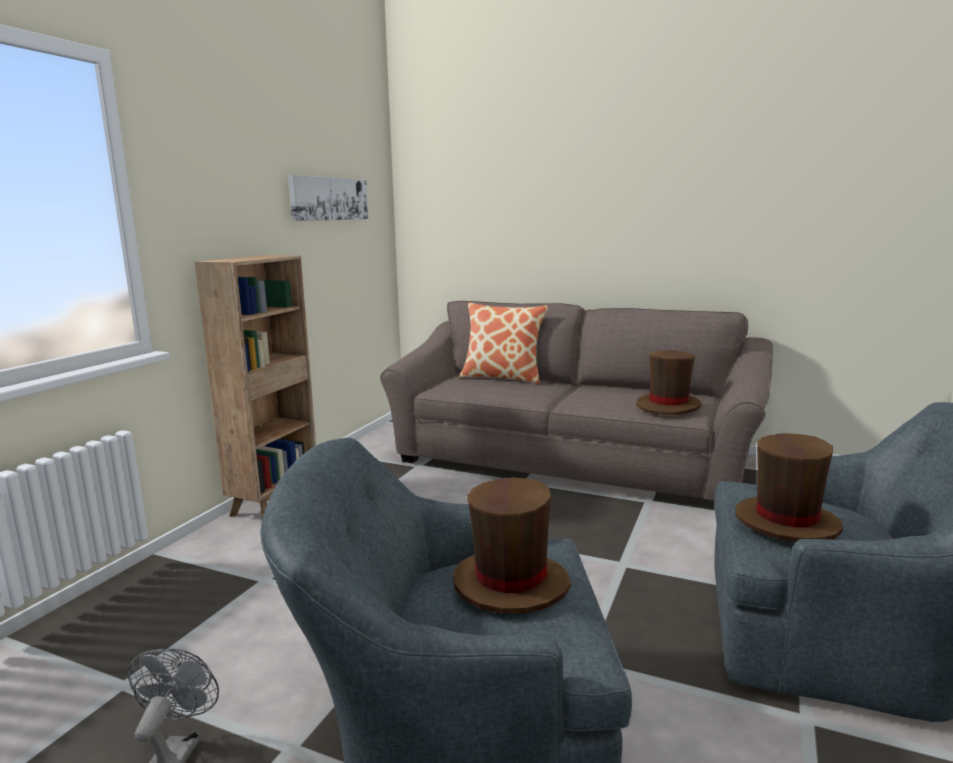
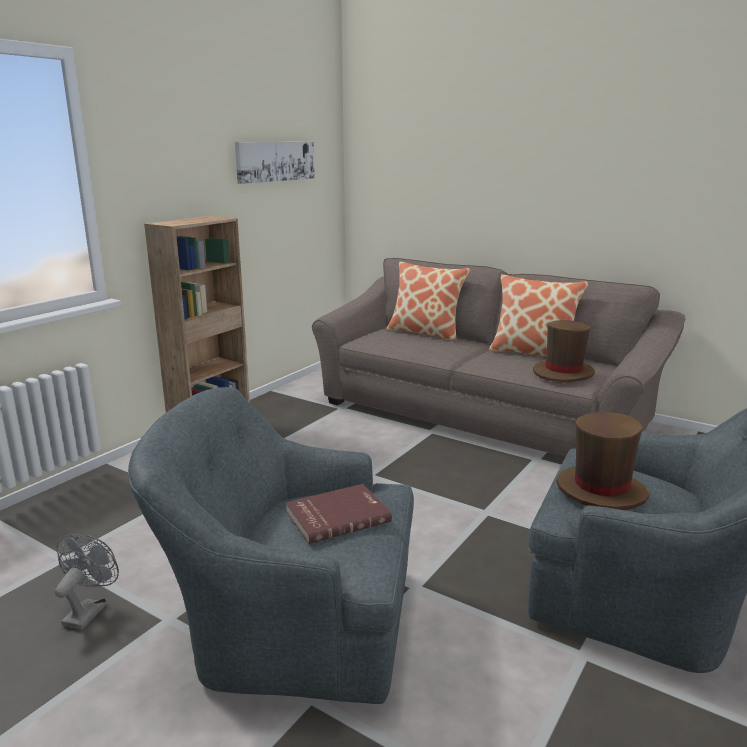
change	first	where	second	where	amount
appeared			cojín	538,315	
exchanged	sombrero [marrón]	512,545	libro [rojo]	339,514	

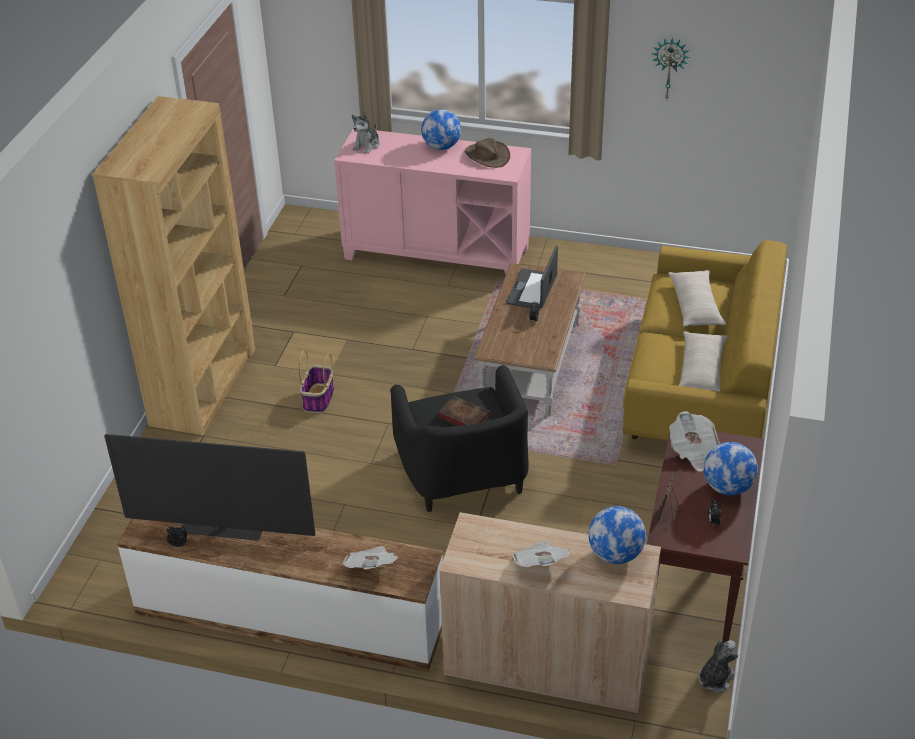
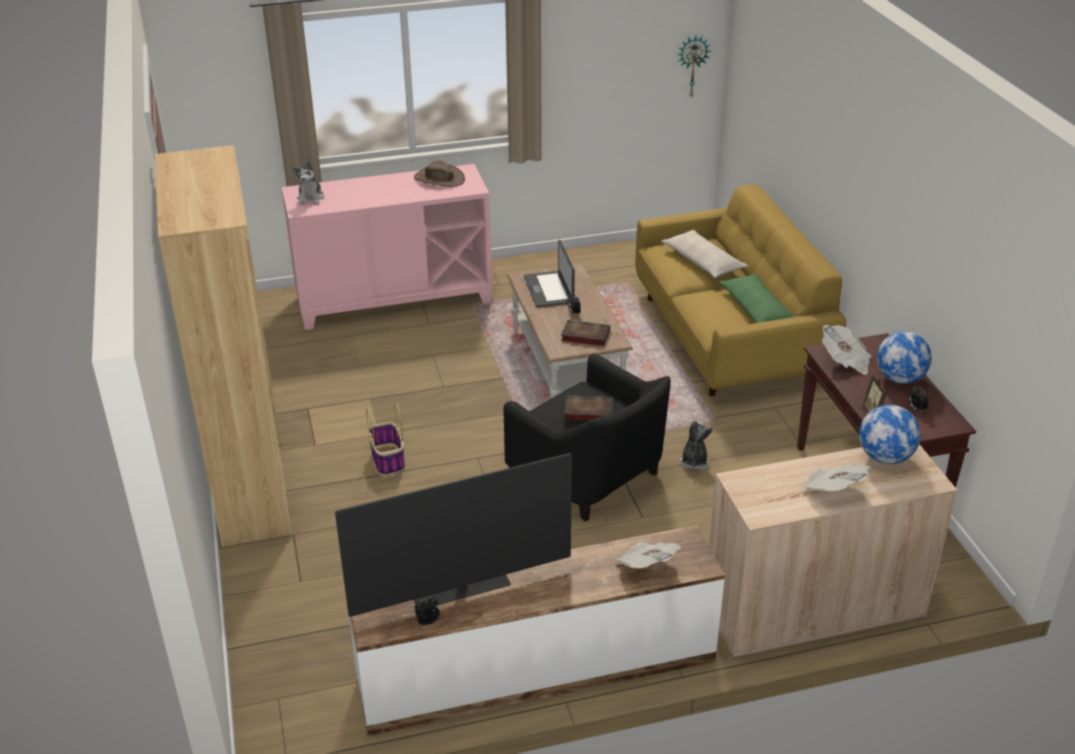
change	first	where	second	where	amount
missing	globo terráqueo	441,129			
appeared			libro	585,333	
relocated	reloj de pared	671,68		694,66	
relocated	peluche	718,666		696,445	
colour	cojín [beis]	703,361	cojín [verde]	757,298	

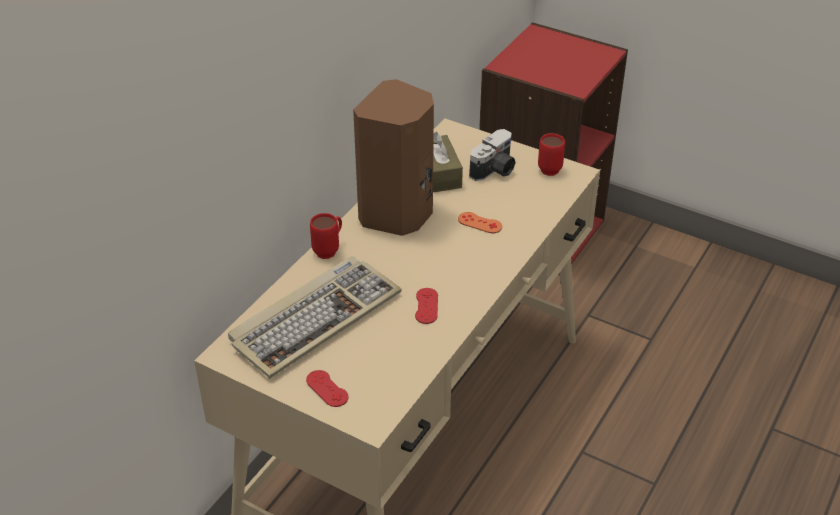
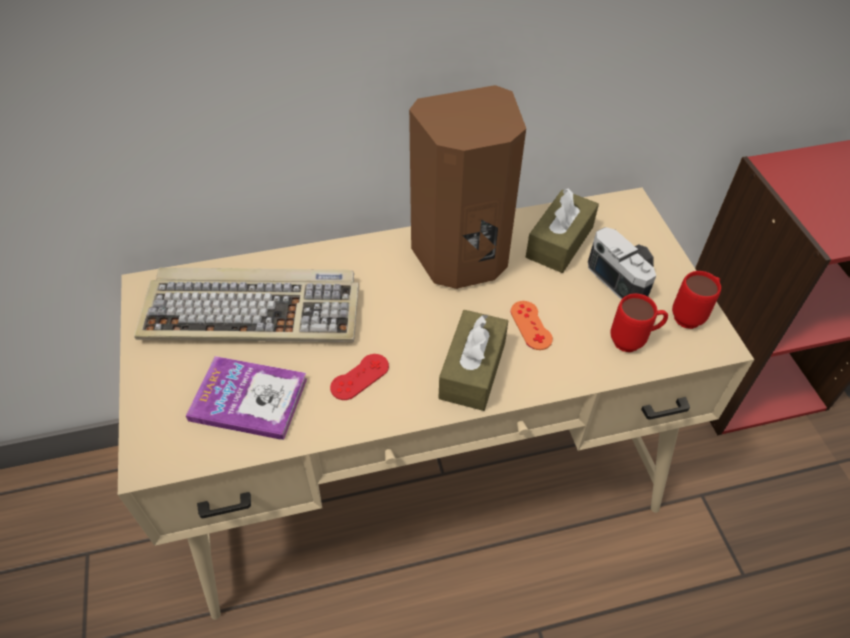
change	first	where	second	where	amount
missing	mando de consola [rojo]	327,388			
appeared			libro	246,398	
appeared			caja de pañuelos [marrón]	473,360	
relocated	taza grande [rojo]	326,236		639,322	
spun	cámara	492,155		622,263	120 degrees counterclockwise

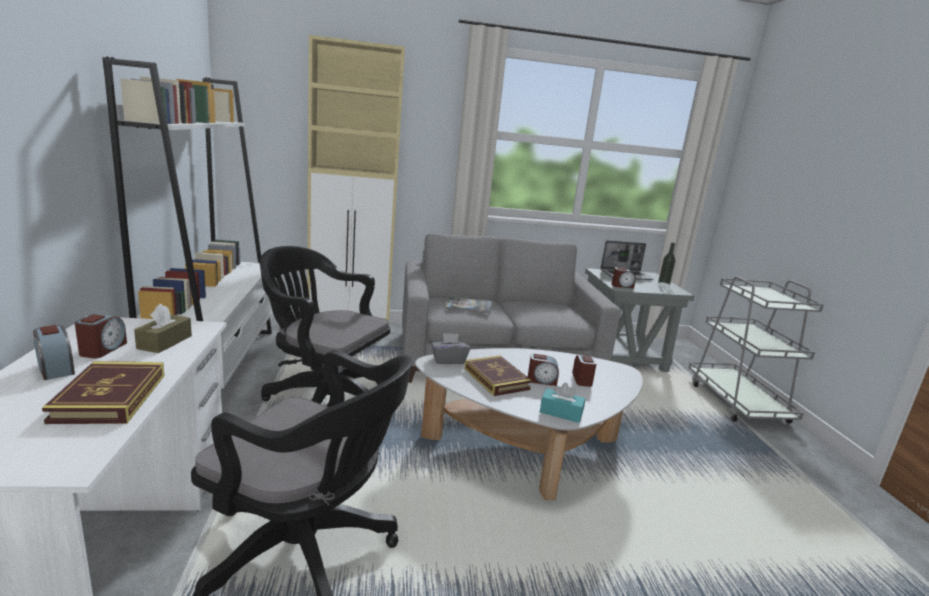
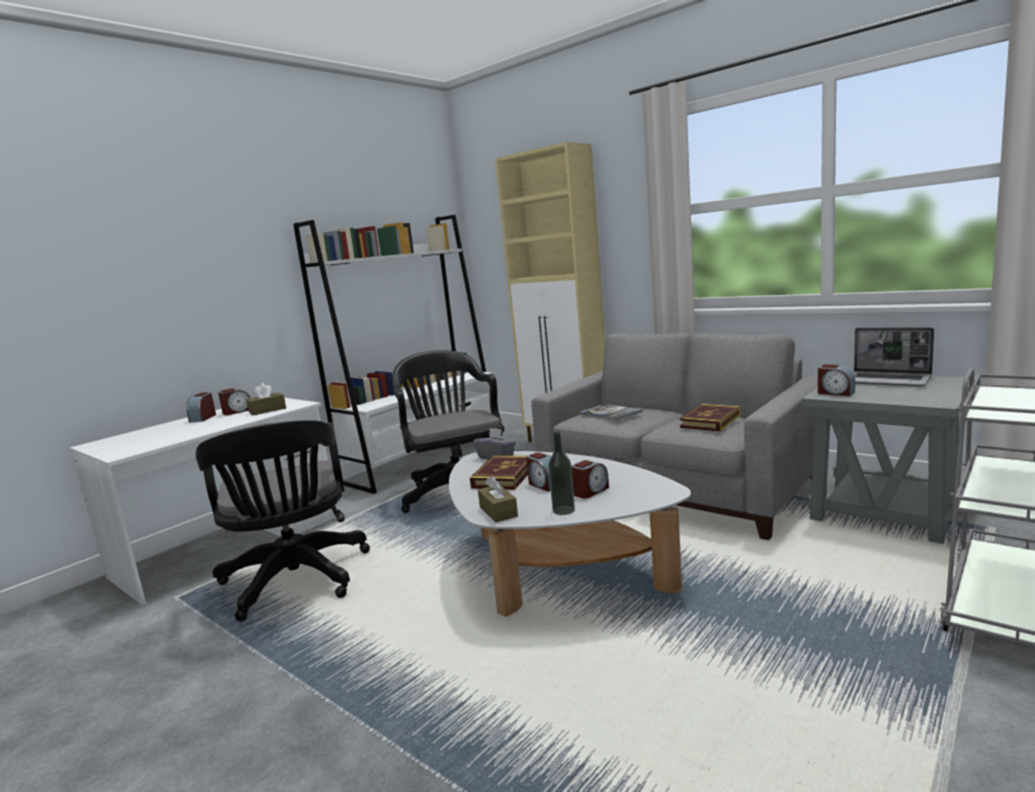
change	first	where	second	where	amount
relocated	libro	103,392		710,418	
relocated	botella	667,264		561,473	
colour	caja de pañuelos [turquesa]	562,403	caja de pañuelos [marrón]	498,499	

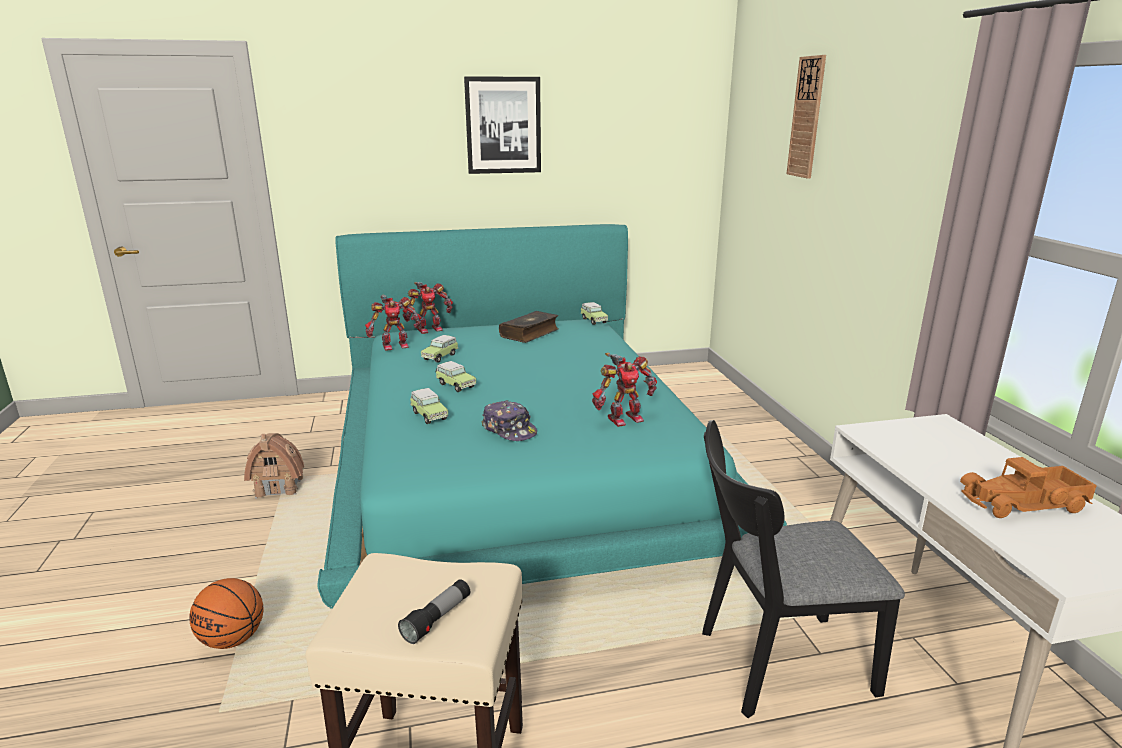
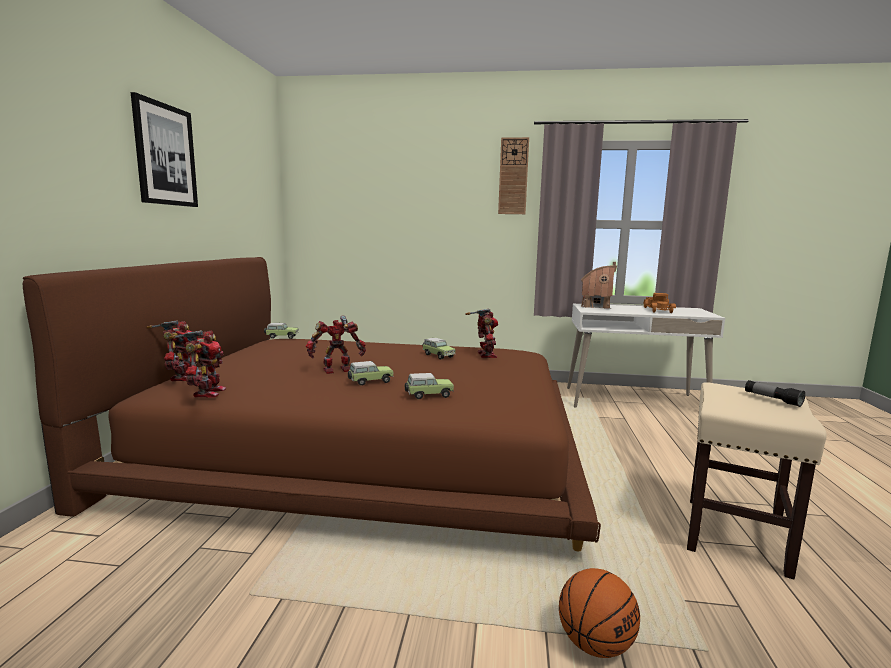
change	first	where	second	where	amount
missing	gorra	509,420			
missing	libro	528,327			
missing	silla [negro]	803,569			
appeared			robot de juguete	336,344	
relocated	casita	274,466		599,285	
relocated	coche de juguete	439,349		439,348	
relocated	reloj de pared	806,117		513,175	
colour	cama [turquesa]	552,416	cama [marrón]	312,404	

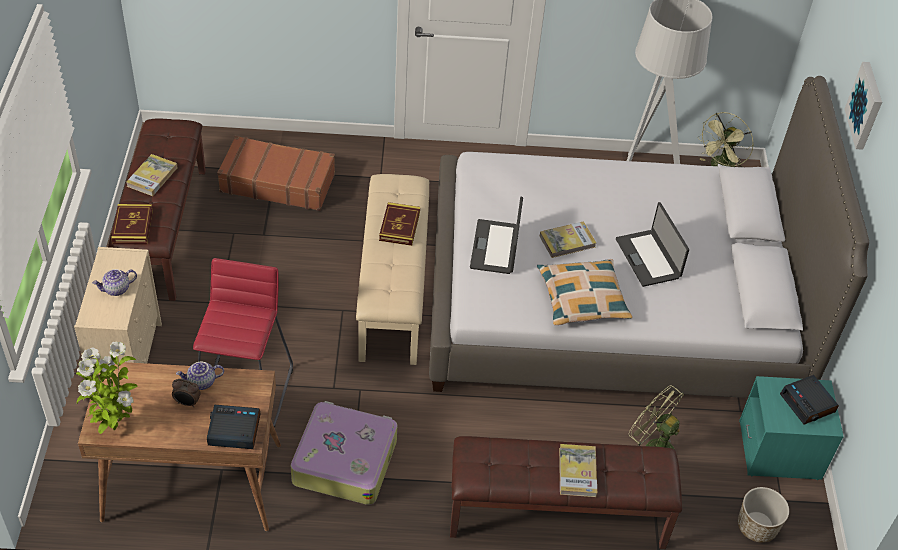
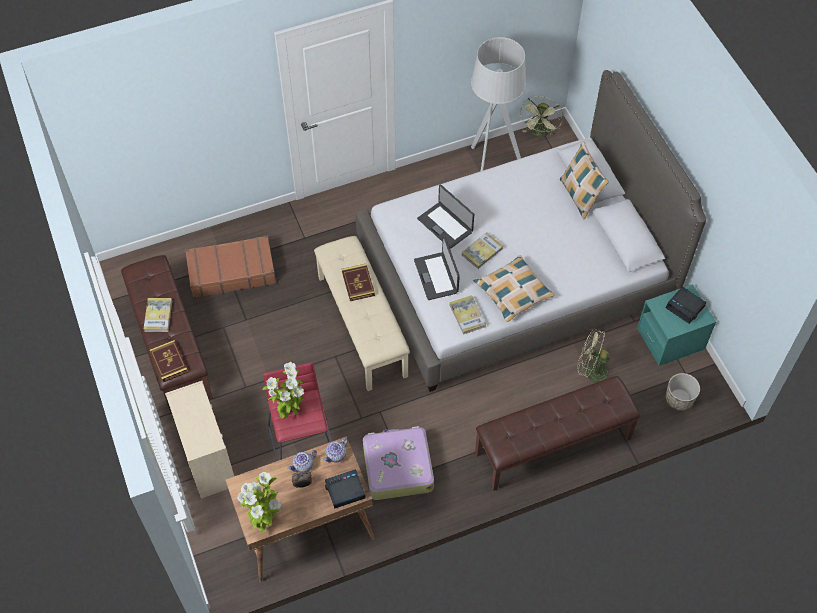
change	first	where	second	where	amount
missing	cuadro	863,106			
appeared			planta en maceta	283,390	
appeared			cojín	584,180	
relocated	tetera	114,282		335,450	
relocated	libro	578,470		467,315	
relocated	portátil	652,244		445,216	

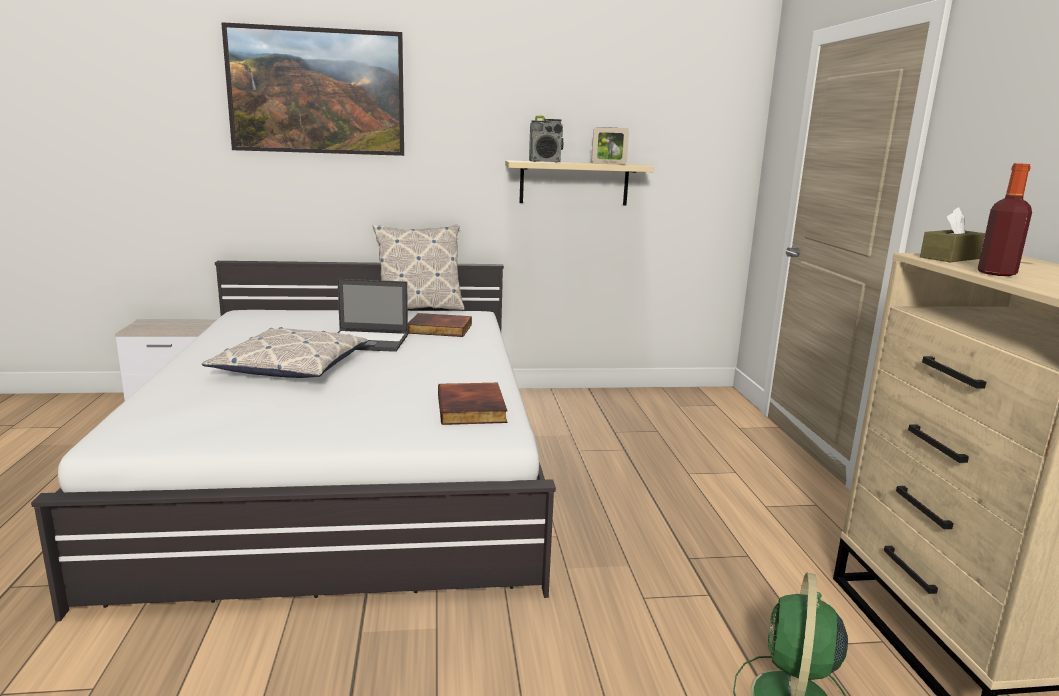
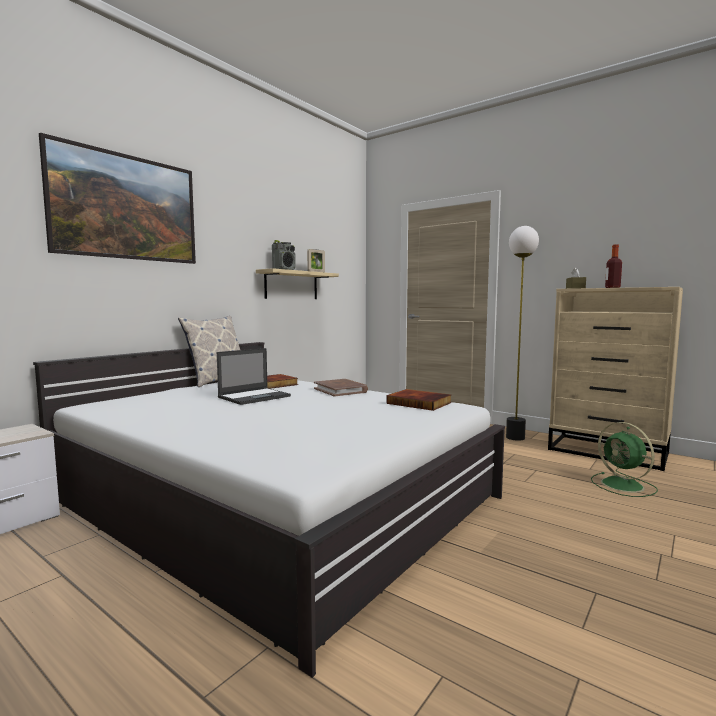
change	first	where	second	where	amount
missing	cojín	285,352			
appeared			libro [marrón]	341,388	
appeared			lámpara de pie	522,333	

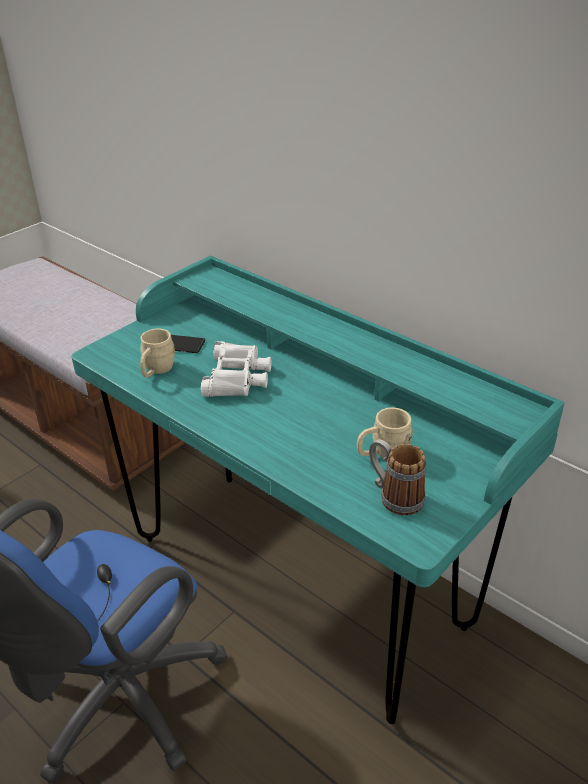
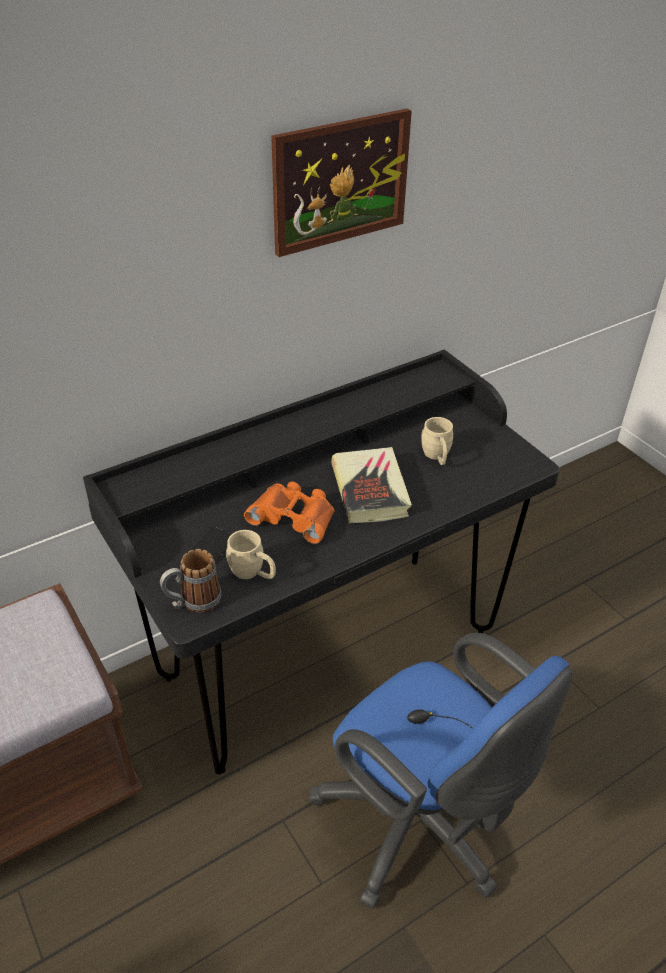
change	first	where	second	where	amount
appeared			cuadro	341,182	
appeared			libro	371,485	
relocated	taza grande	397,477		191,580	
colour	escritorio [turquesa]	318,489	escritorio [negro]	321,562	
colour	prismáticos [blanco]	236,369	prismáticos [naranja]	289,513	

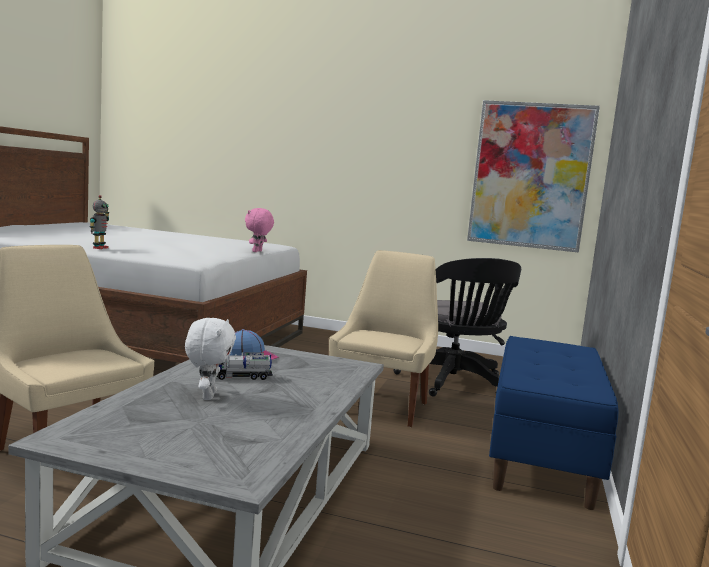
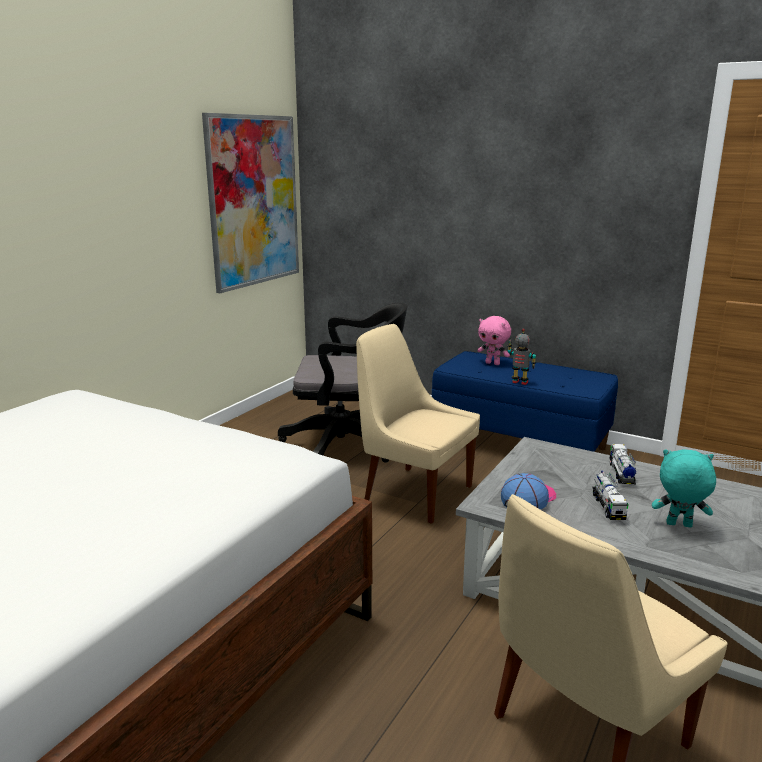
change	first	where	second	where	amount
appeared			camión de juguete	622,464	
relocated	robot de juguete	99,222		521,357	
relocated	peluche [rosa]	259,230		494,340	
colour	peluche [blanco]	210,359	peluche [turquesa]	684,488	

